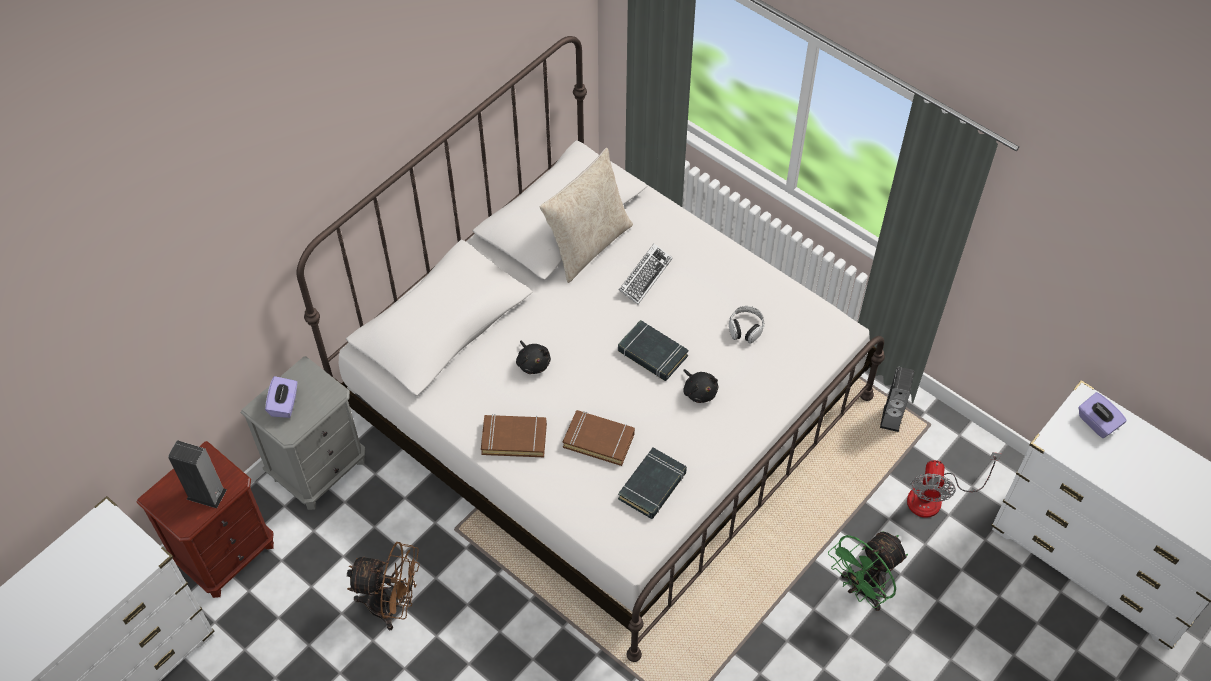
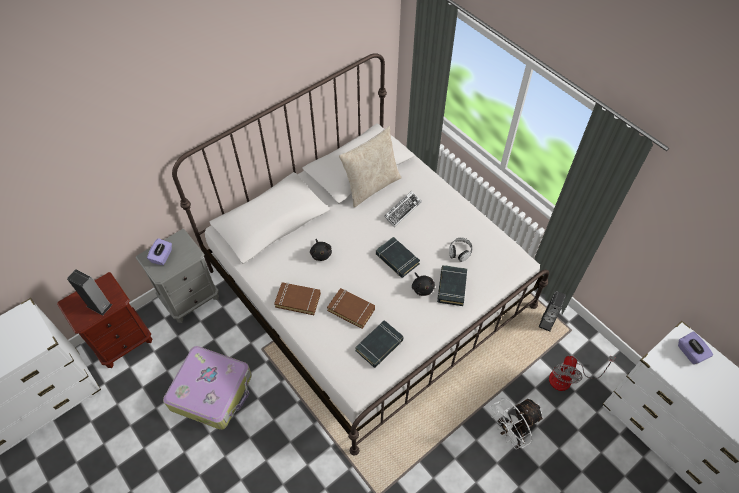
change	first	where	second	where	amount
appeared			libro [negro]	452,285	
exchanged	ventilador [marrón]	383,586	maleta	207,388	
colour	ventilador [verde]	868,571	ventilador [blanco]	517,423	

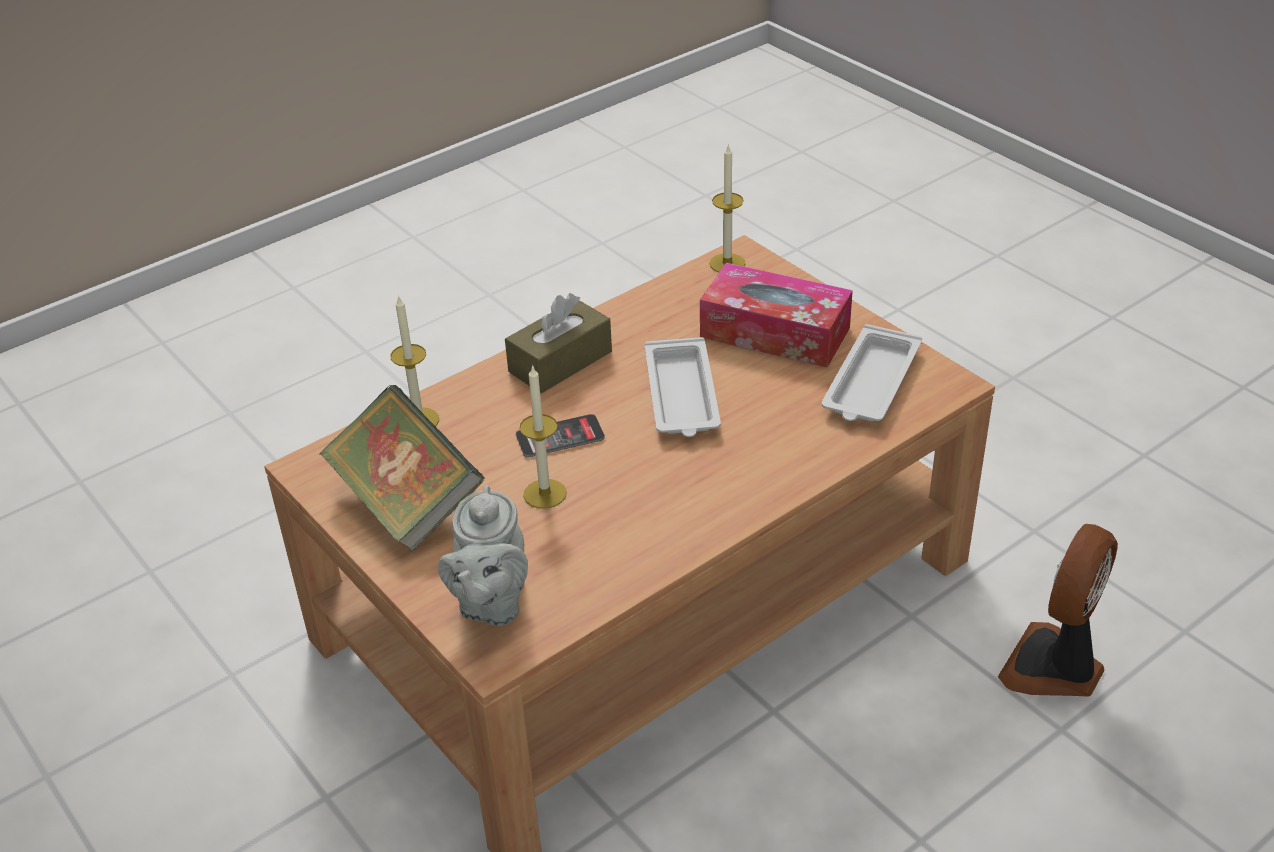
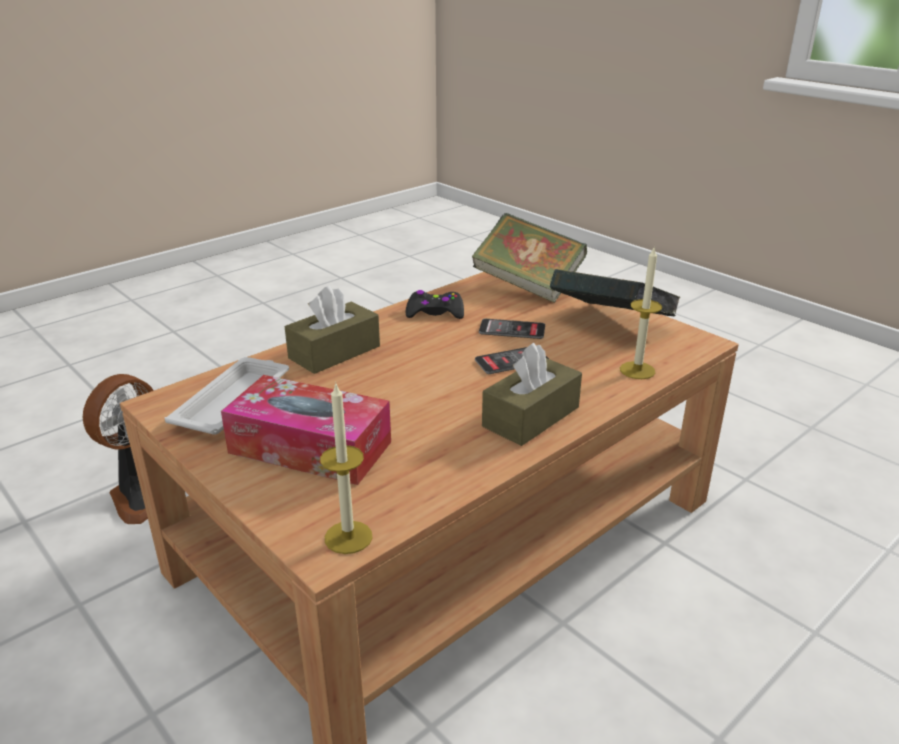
change	first	where	second	where	amount
missing	bandeja [blanco]	683,387			
appeared			caja de pañuelos [marrón]	332,329	
appeared			mando de consola [negro]	434,304	
exchanged	tetera [gris]	483,555	libro	529,258	
exchanged	vela	543,437	móvil	512,329	

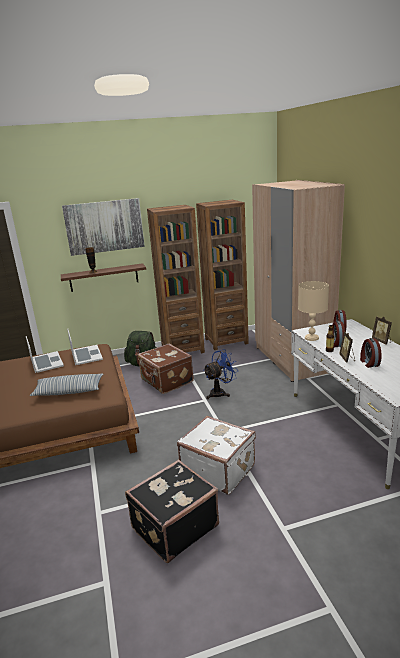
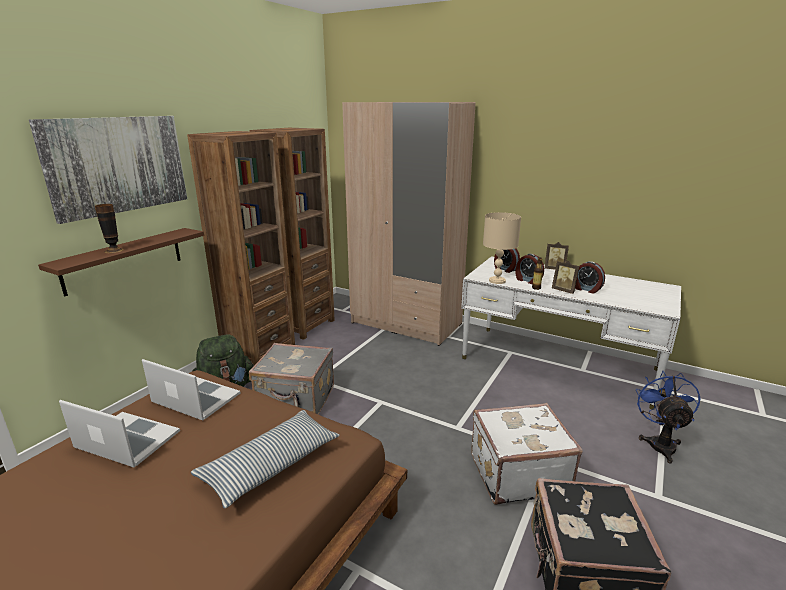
change	first	where	second	where	amount
relocated	ventilador [azul]	220,374		668,417	
colour	maleta [marrón]	166,368	maleta [gris]	291,379	

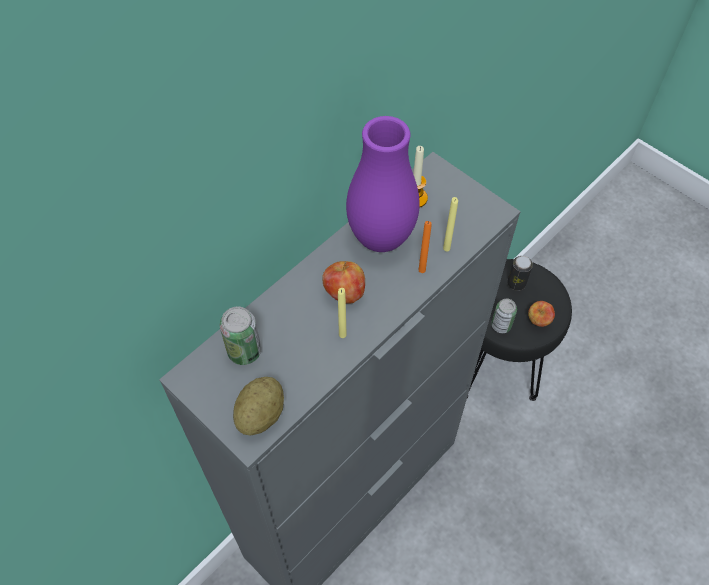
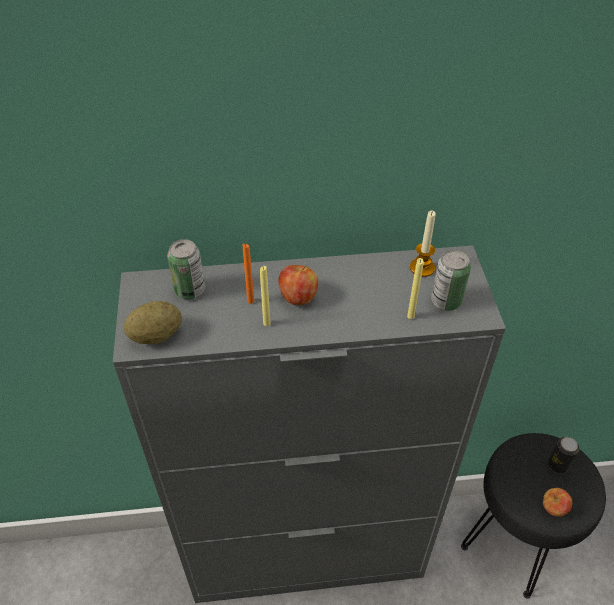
change	first	where	second	where	amount
missing	florero [morado]	383,184			
relocated	vela [naranja]	425,247		248,274	
relocated	lata	504,316		451,280	

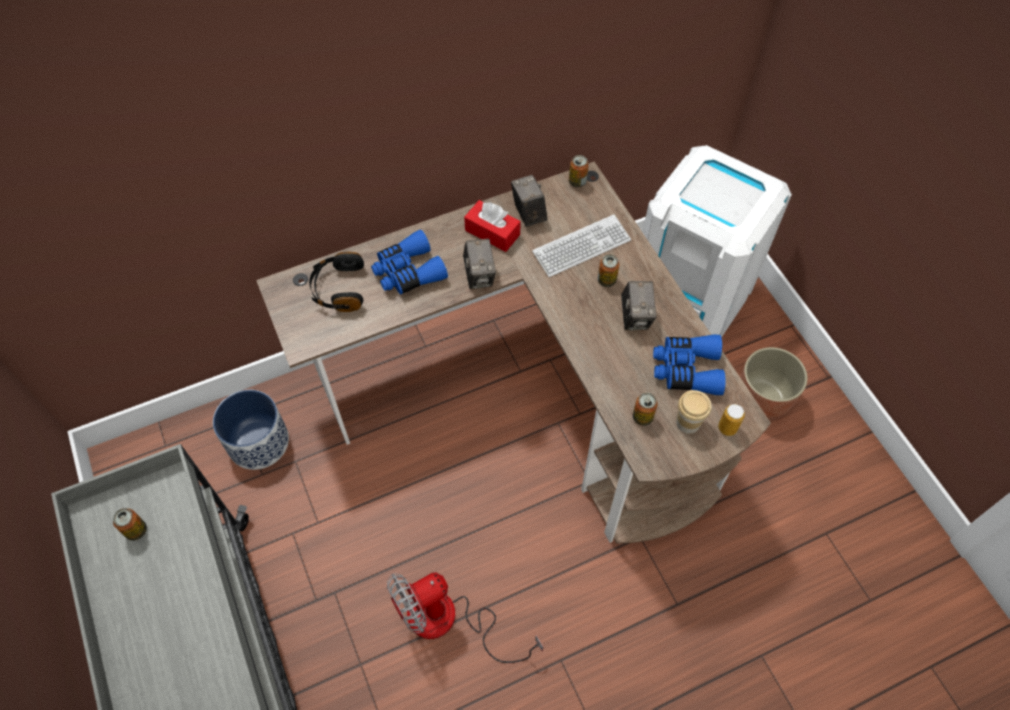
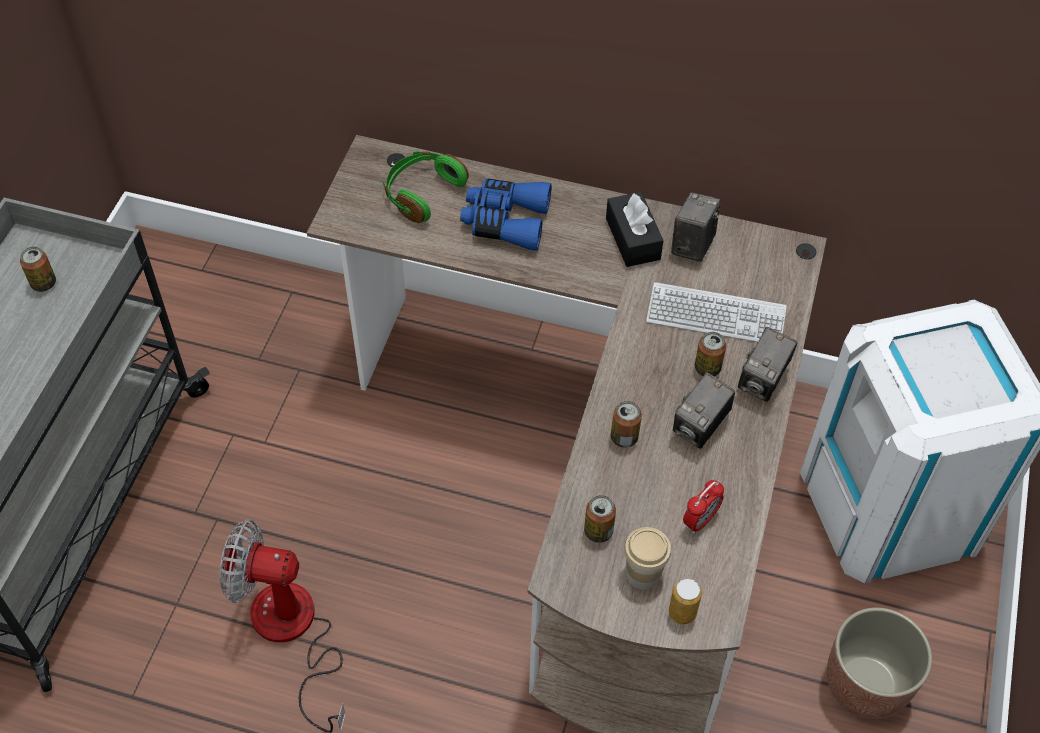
change	first	where	second	where	amount
missing	maceta	251,430			
relocated	cámara	479,264		767,364	
relocated	lata	579,171		626,424	
exchanged	prismáticos [azul]	689,365	despertador	703,507	
colour	auriculares [negro]	336,281	auriculares [verde]	426,187	
colour	caja de pañuelos [rojo]	492,226	caja de pañuelos [negro]	634,229	

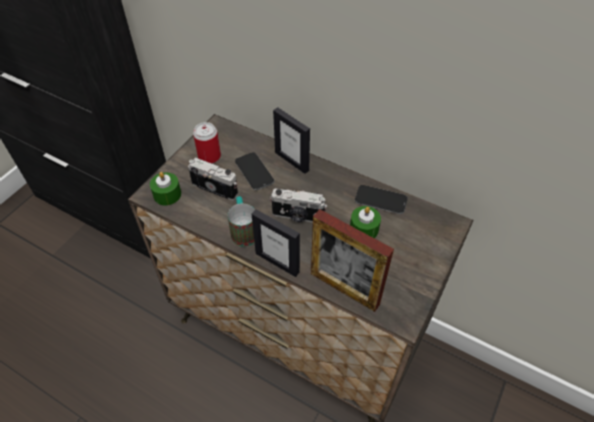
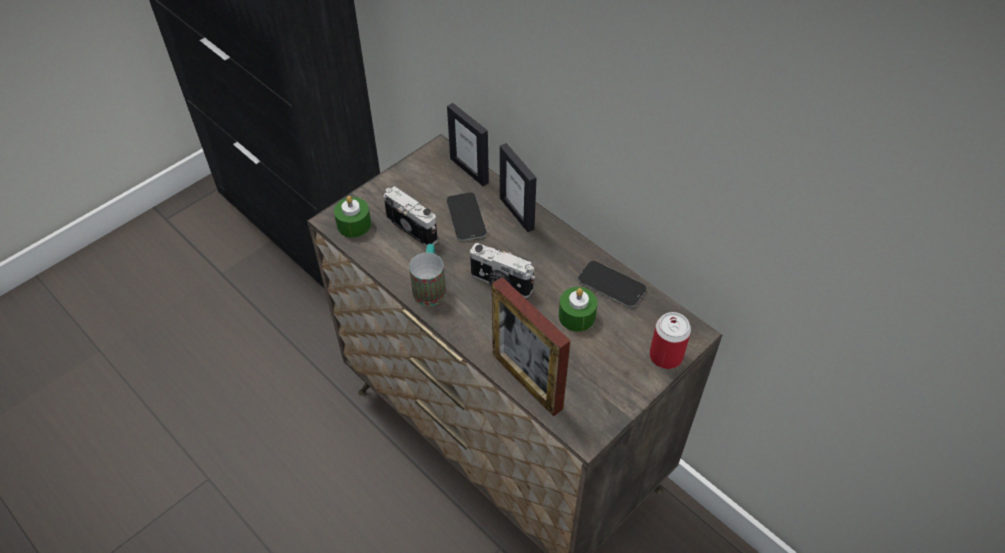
change	first	where	second	where	amount
relocated	lata	207,142		670,340	
relocated	portarretratos	276,243		468,144	

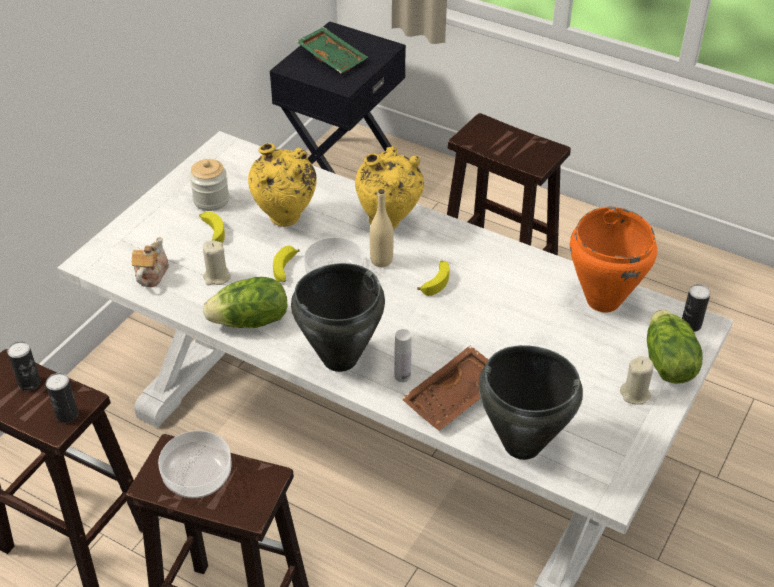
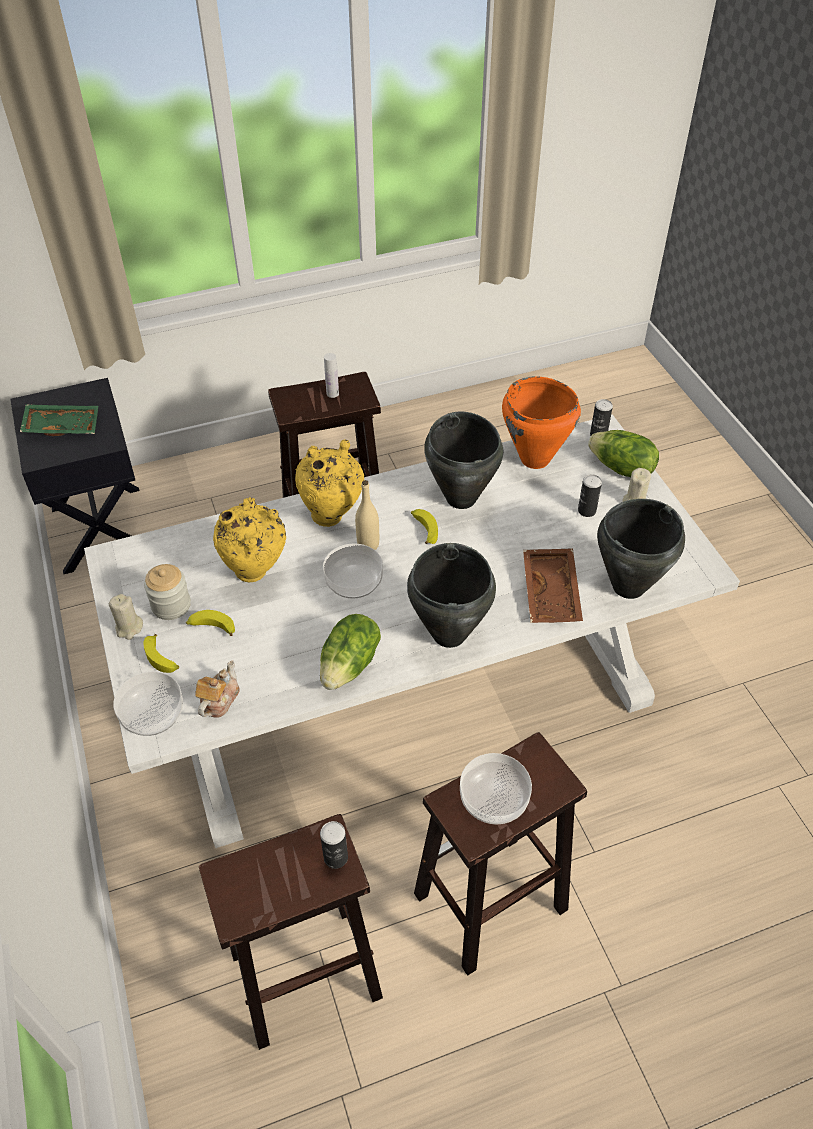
change	first	where	second	where	amount
appeared			cuenco	148,703	
appeared			olla [negro]	463,460	
relocated	lata	23,366		590,495	
relocated	vela [beis]	217,262		126,617	
relocated	plátano	286,264		161,653	
relocated	botella [blanco]	403,355		331,375	
spun	tetera	150,262		217,689	60 degrees clockwise

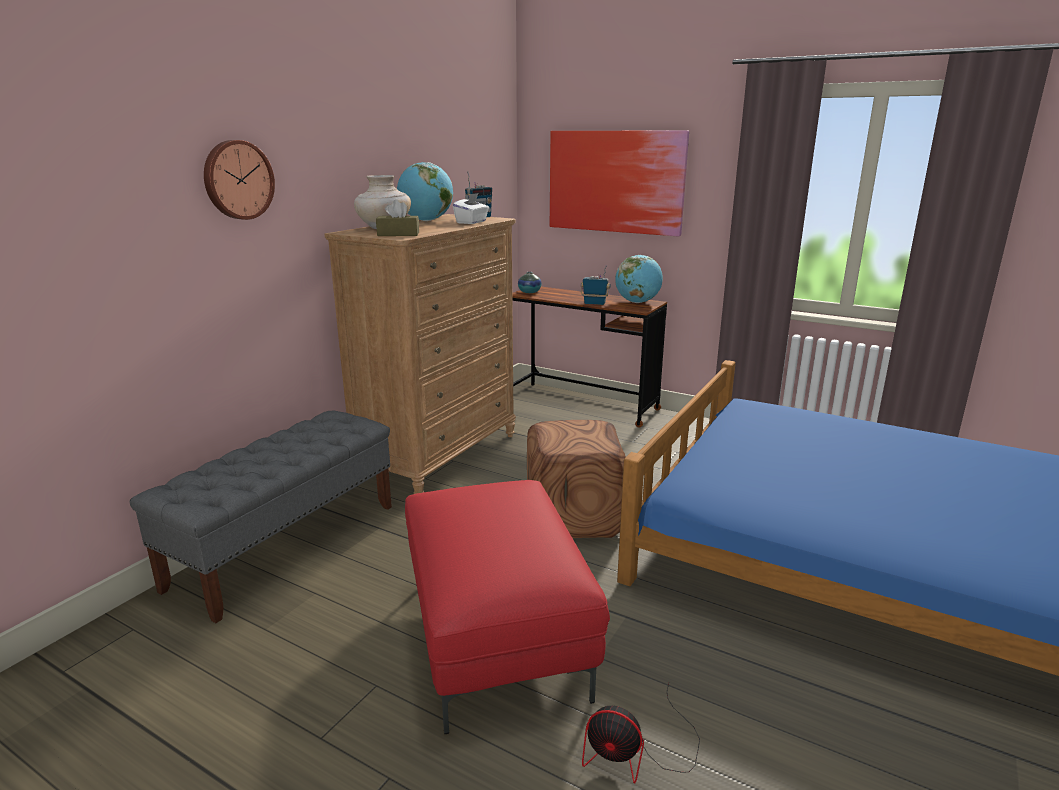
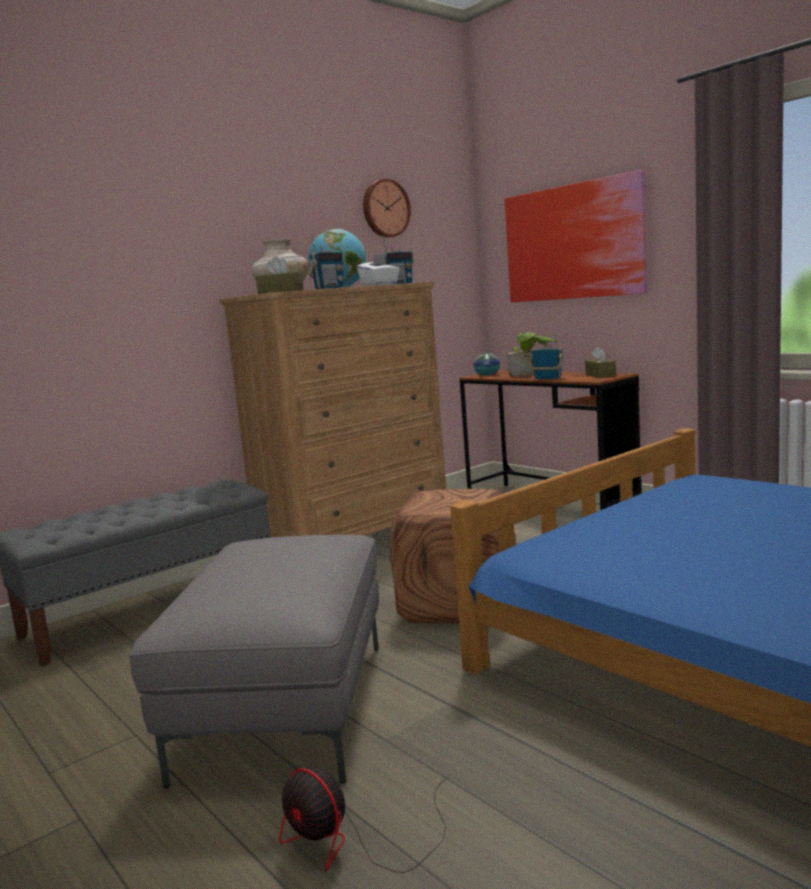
change	first	where	second	where	amount
appeared			radio	325,261	
appeared			planta en maceta	532,354	
relocated	reloj de pared	239,180		387,208	
exchanged	globo terráqueo	639,279	caja de pañuelos [marrón]	600,362	
colour	puf [rojo]	507,607	puf [gris]	254,661	

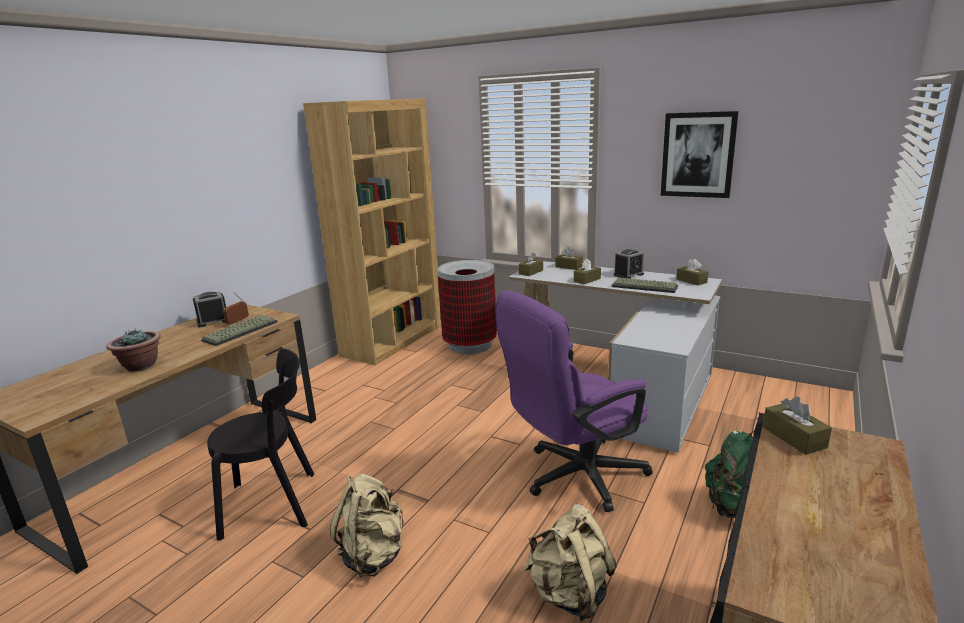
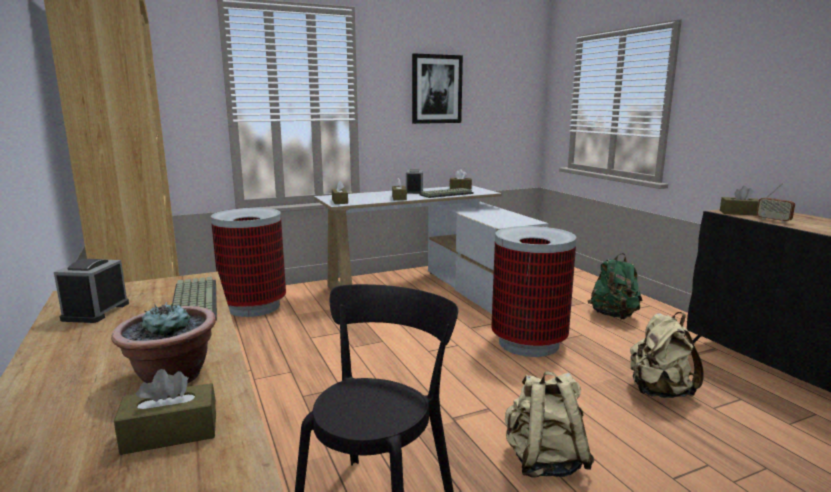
change	first	where	second	where	amount
relocated	radio	236,308		775,203	
relocated	caja de pañuelos [marrón]	569,258		165,412	
exchanged	silla de oficina [morado]	574,401	papelera	534,291	

